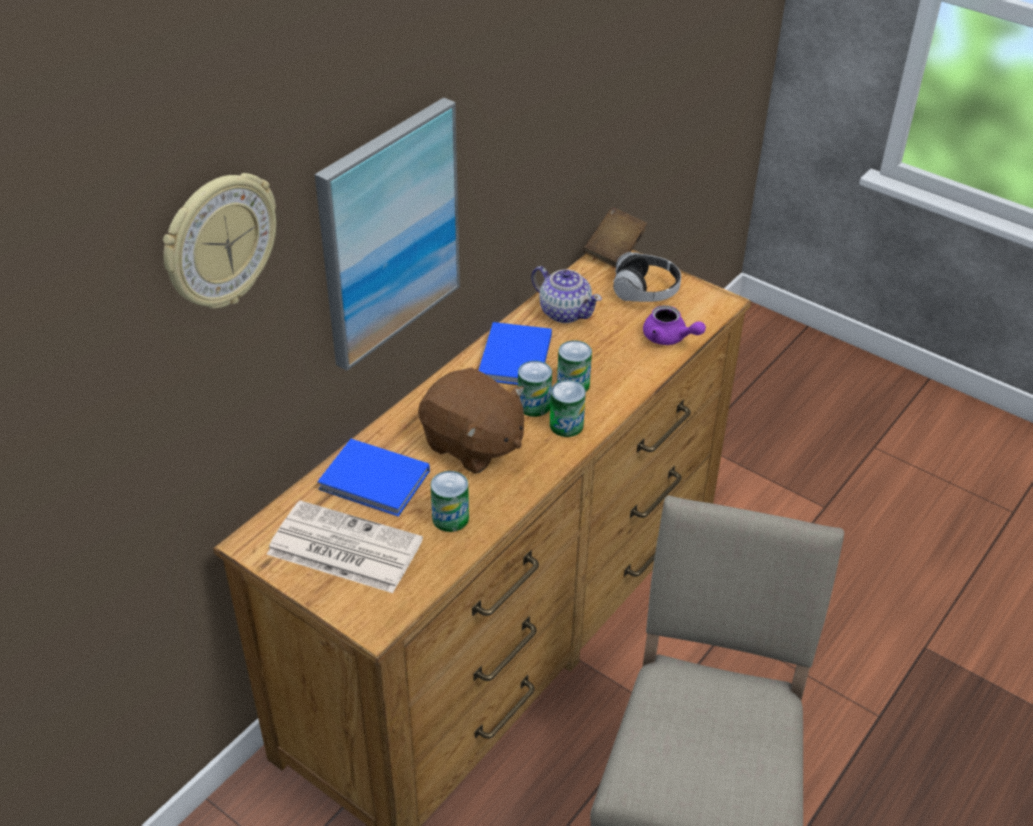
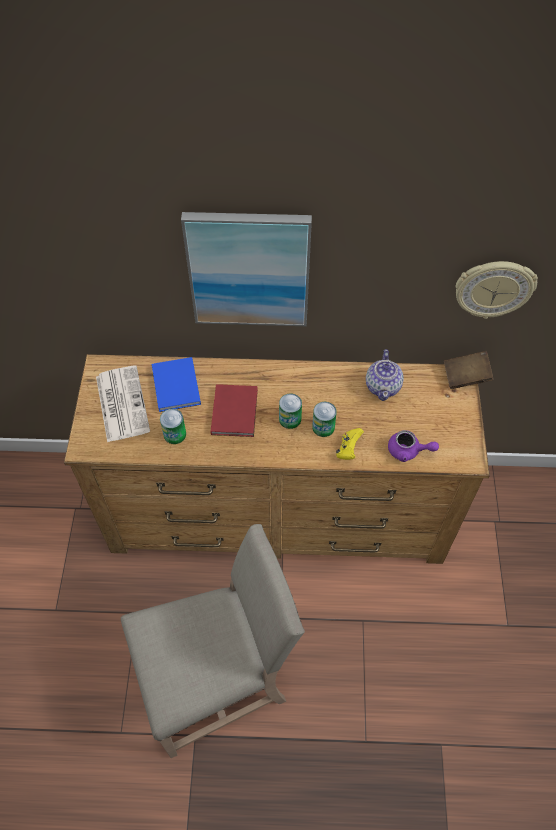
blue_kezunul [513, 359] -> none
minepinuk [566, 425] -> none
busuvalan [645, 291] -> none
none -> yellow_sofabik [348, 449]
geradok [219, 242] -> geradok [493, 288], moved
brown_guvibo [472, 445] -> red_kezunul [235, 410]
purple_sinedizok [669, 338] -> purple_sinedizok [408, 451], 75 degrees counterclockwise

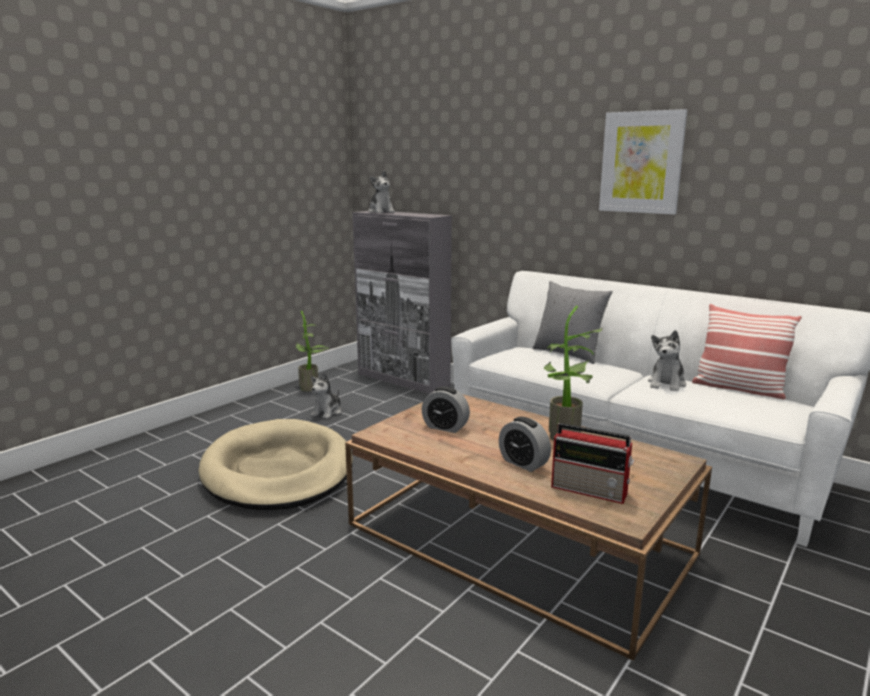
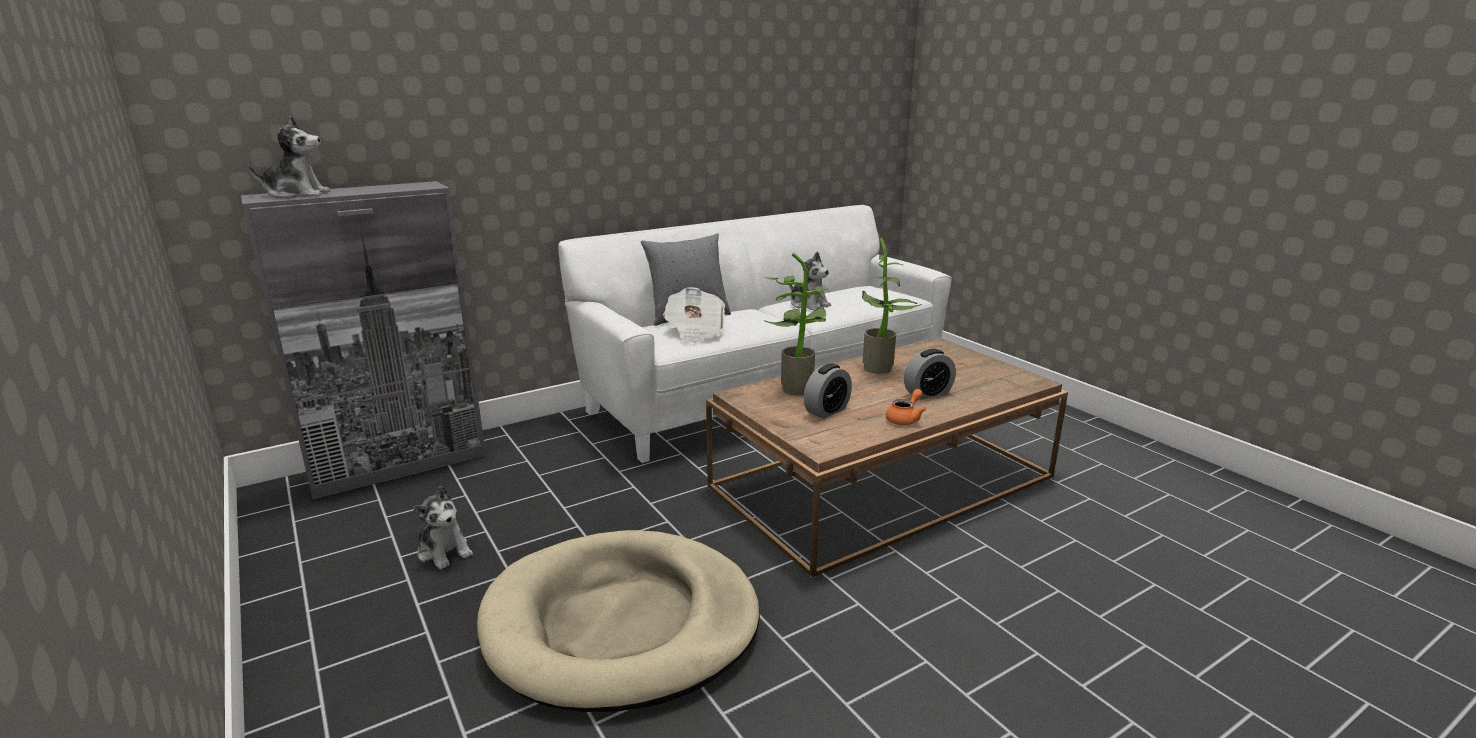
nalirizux [591, 490] -> none
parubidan [641, 162] -> none
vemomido [738, 388] -> none
none -> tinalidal [695, 332]
none -> orange_sinedizok [905, 419]
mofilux [312, 388] -> mofilux [797, 387], moved

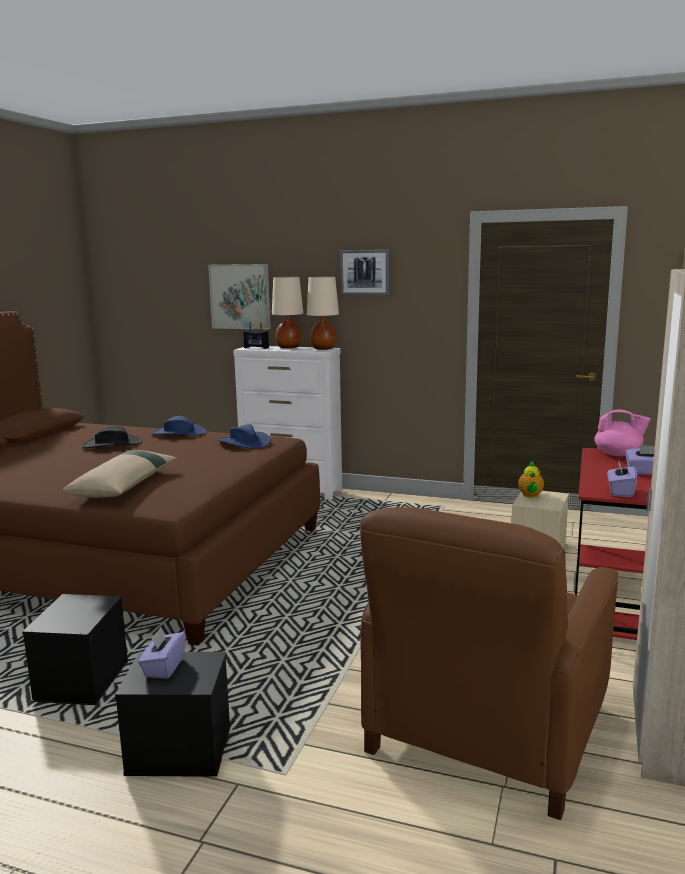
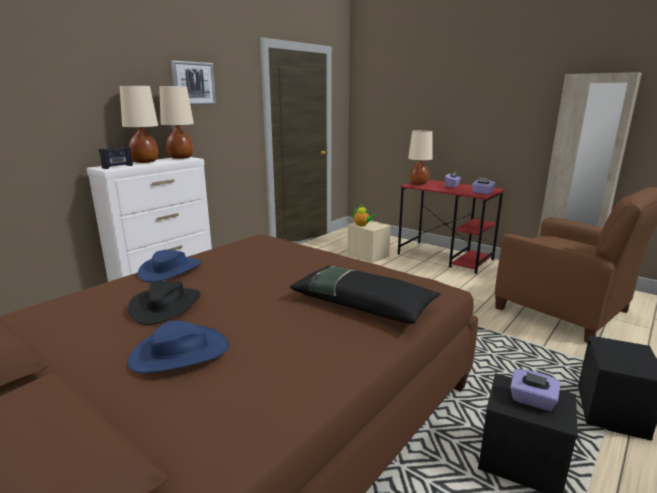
parubidan [240, 296] -> none
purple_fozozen [164, 667] -> purple_fozozen [532, 400], moved
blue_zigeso [244, 443] -> blue_zigeso [180, 353], moved
pink_sinedizok [618, 454] -> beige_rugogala [418, 183]
beige_vemomido [125, 485] -> black_vemomido [363, 303]

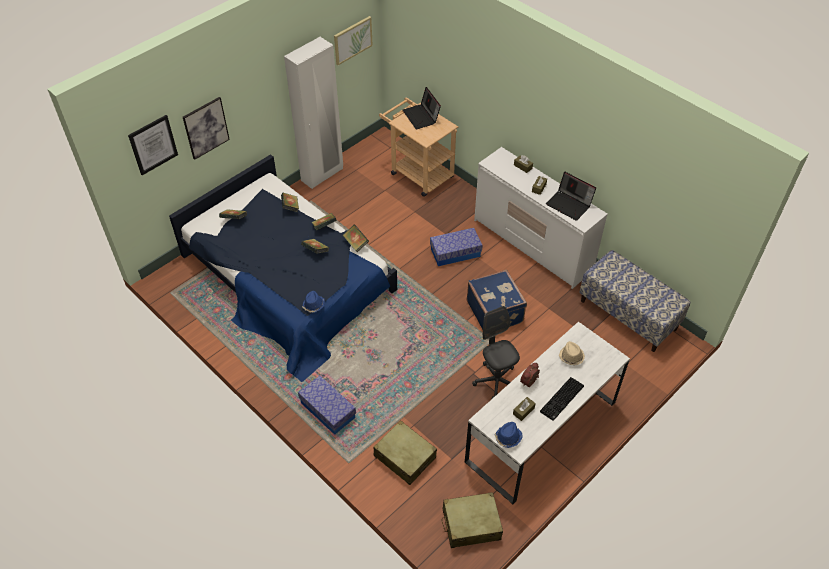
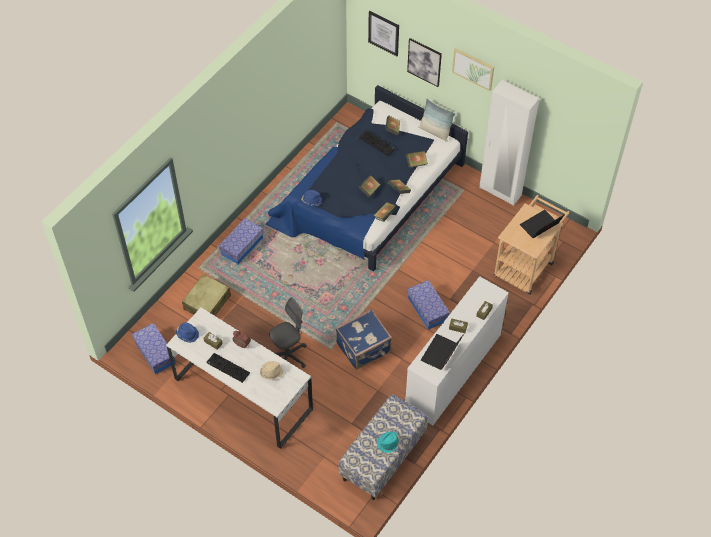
none -> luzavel [378, 143]
none -> turquoise_zigeso [389, 443]
none -> vemomido [435, 132]
parubidan [352, 40] -> parubidan [473, 68], moved
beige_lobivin [471, 524] -> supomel [155, 353]

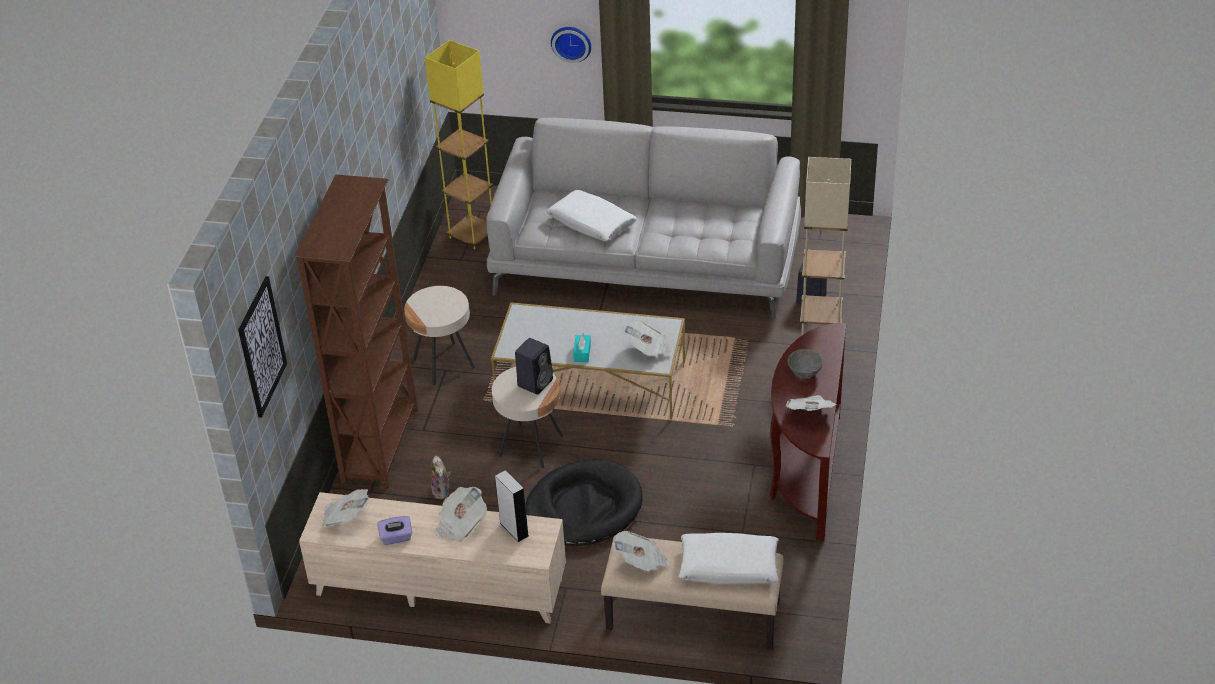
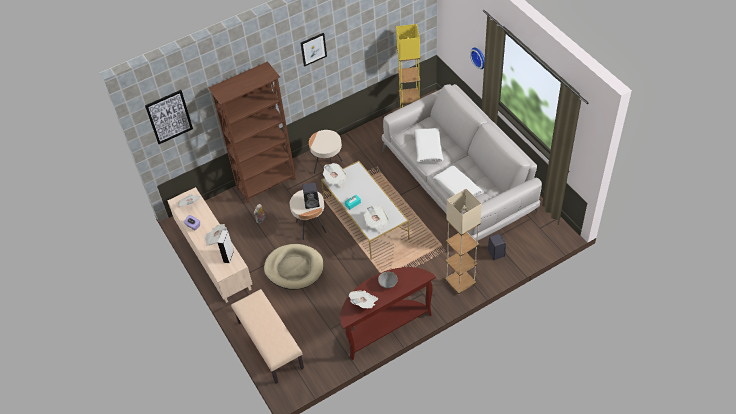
none -> parubidan [313, 49]
tinalidal [641, 562] -> tinalidal [336, 179], moved
white_vemomido [728, 566] -> white_vemomido [457, 188], moved
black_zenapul [583, 507] -> beige_zenapul [294, 268]

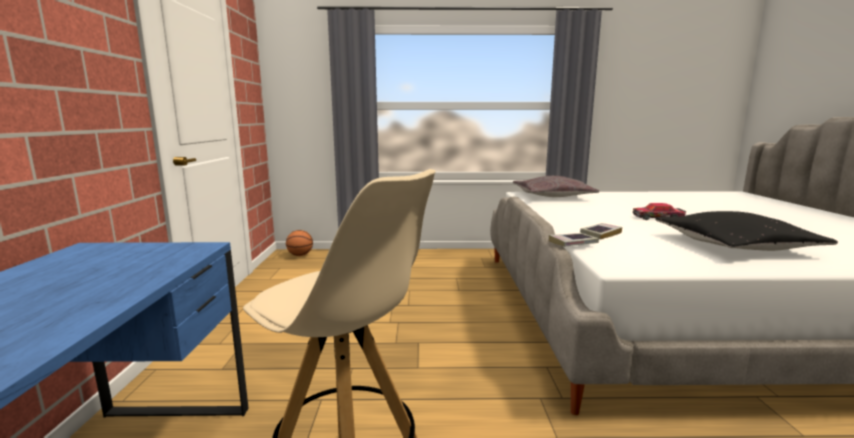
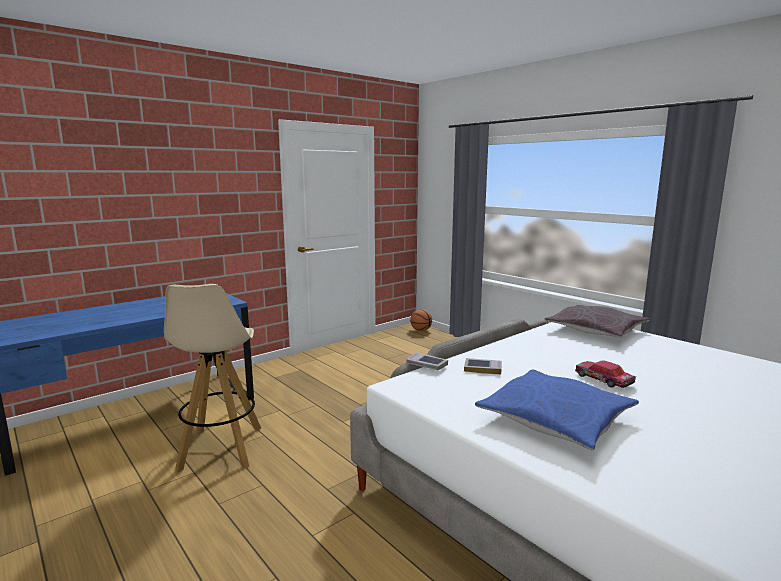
black_vemomido [734, 245] -> blue_vemomido [555, 420]

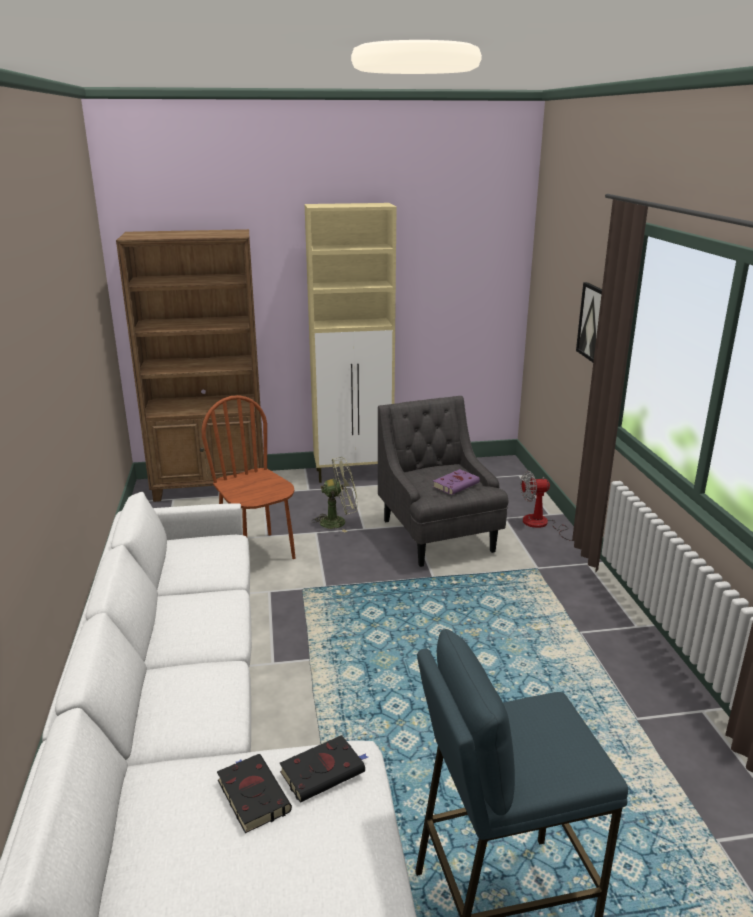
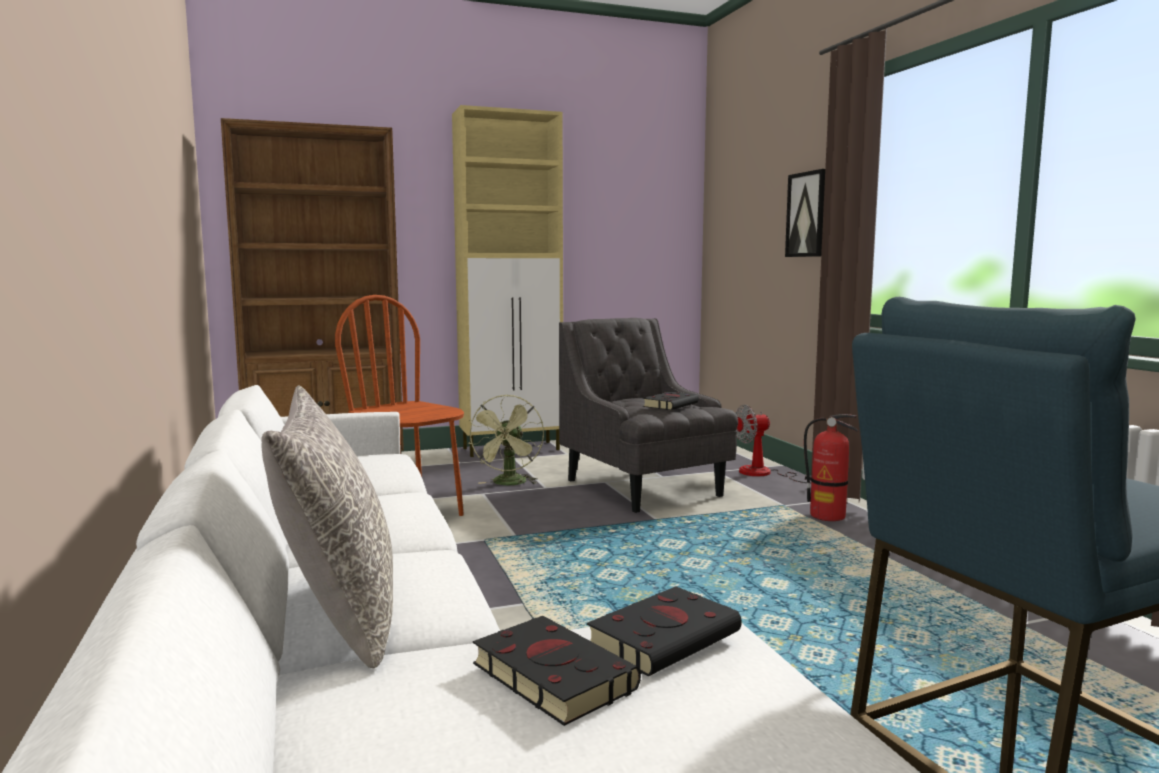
none -> grey_vemomido [340, 613]
none -> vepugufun [827, 516]
purple_kezunul [456, 484] -> black_kezunul [671, 405]
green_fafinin [338, 521] -> green_fafinin [509, 484], 120 degrees clockwise

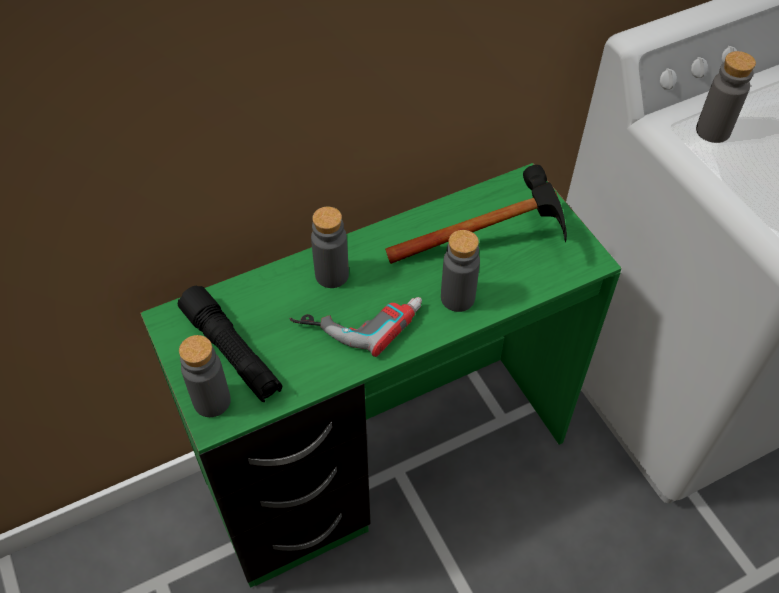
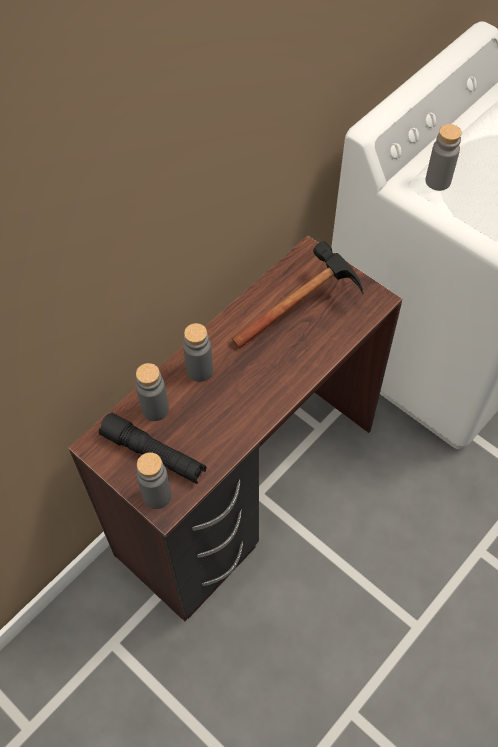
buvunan [359, 316] -> none
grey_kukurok [457, 298] -> grey_kukurok [155, 409], moved
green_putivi [389, 464] -> brown_putivi [249, 491]

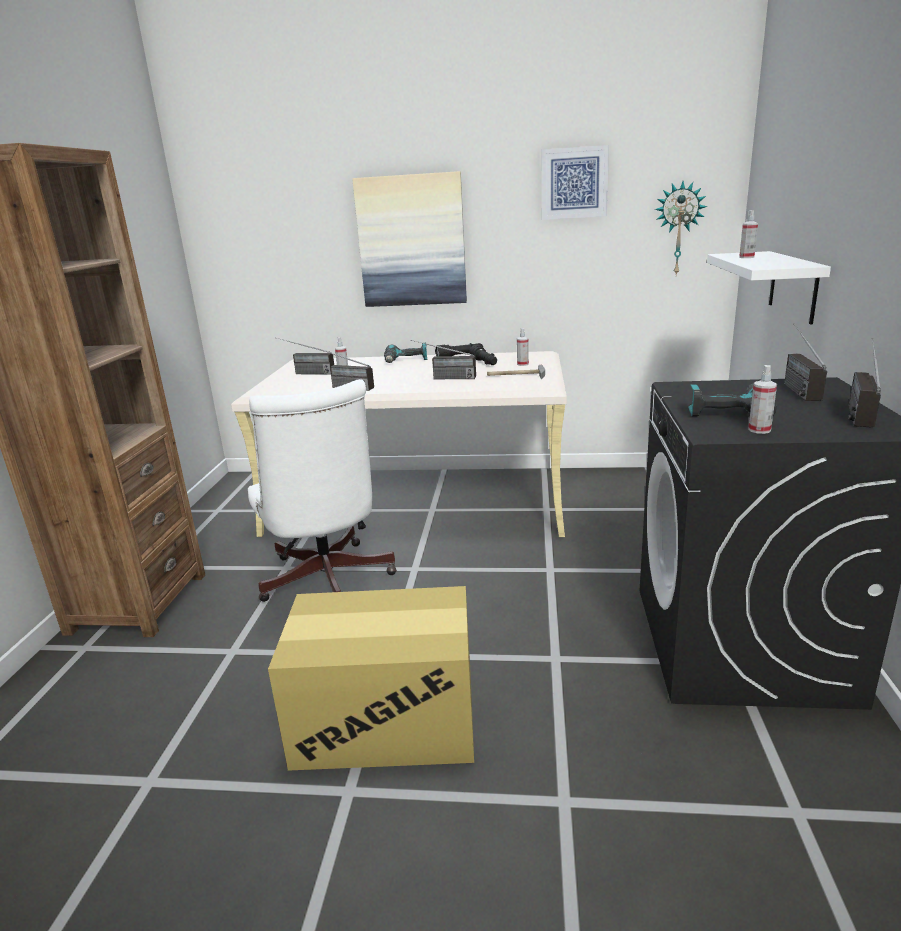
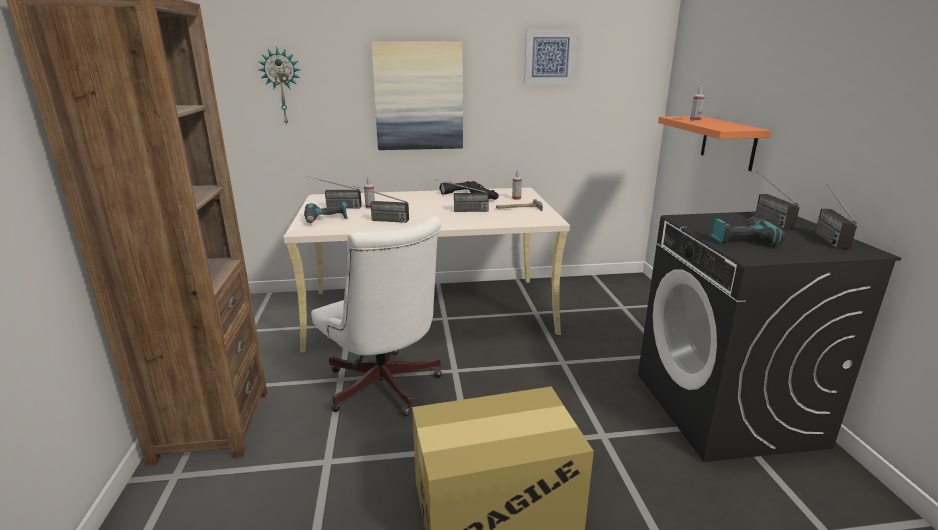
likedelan [759, 430] -> none
buvunan [406, 361] -> buvunan [326, 219], moved
geradok [678, 229] -> geradok [282, 87], moved
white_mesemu [793, 286] -> orange_mesemu [728, 142]

